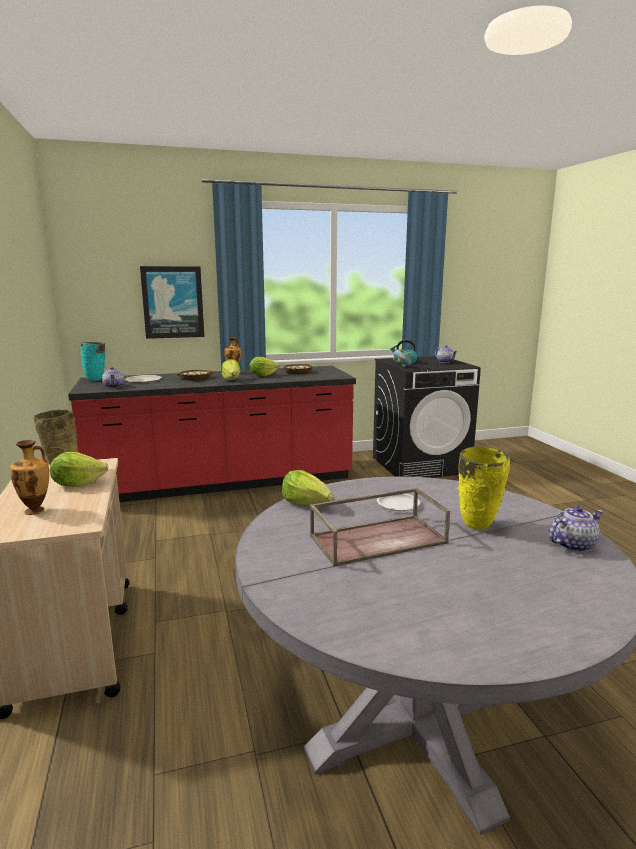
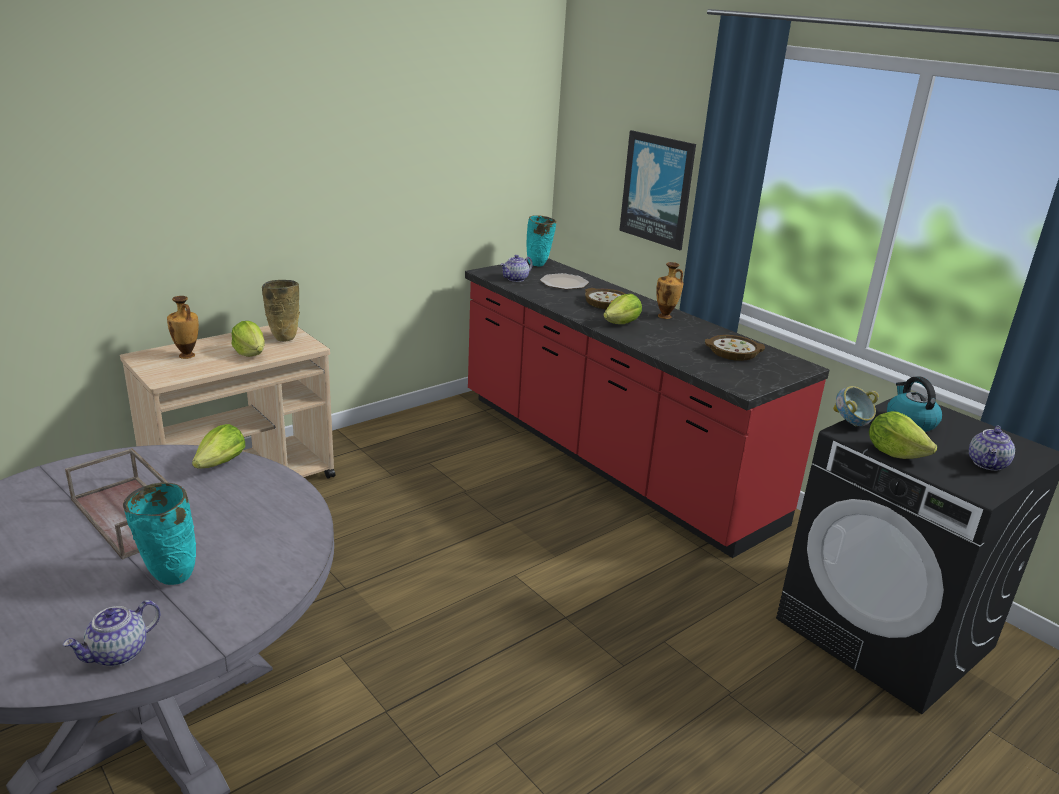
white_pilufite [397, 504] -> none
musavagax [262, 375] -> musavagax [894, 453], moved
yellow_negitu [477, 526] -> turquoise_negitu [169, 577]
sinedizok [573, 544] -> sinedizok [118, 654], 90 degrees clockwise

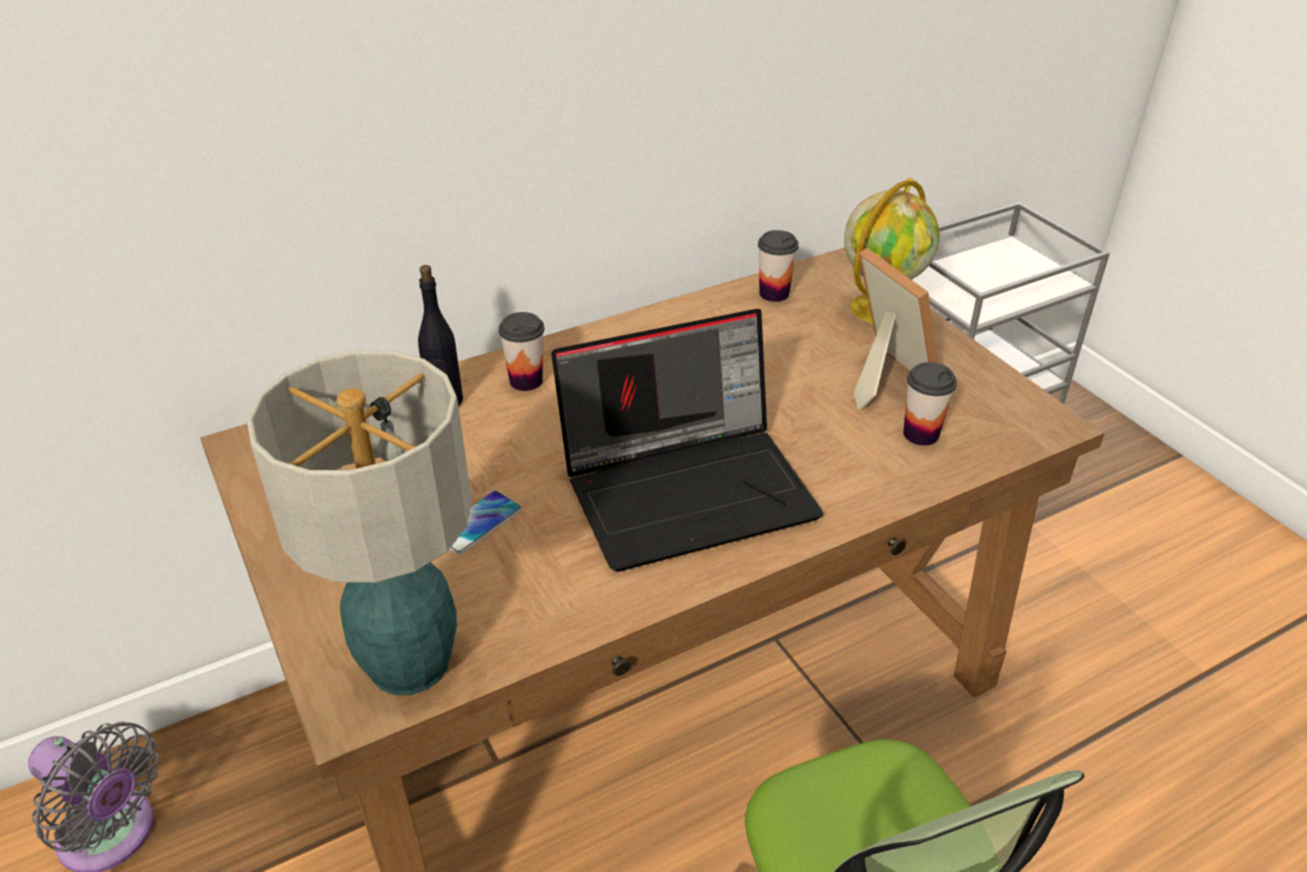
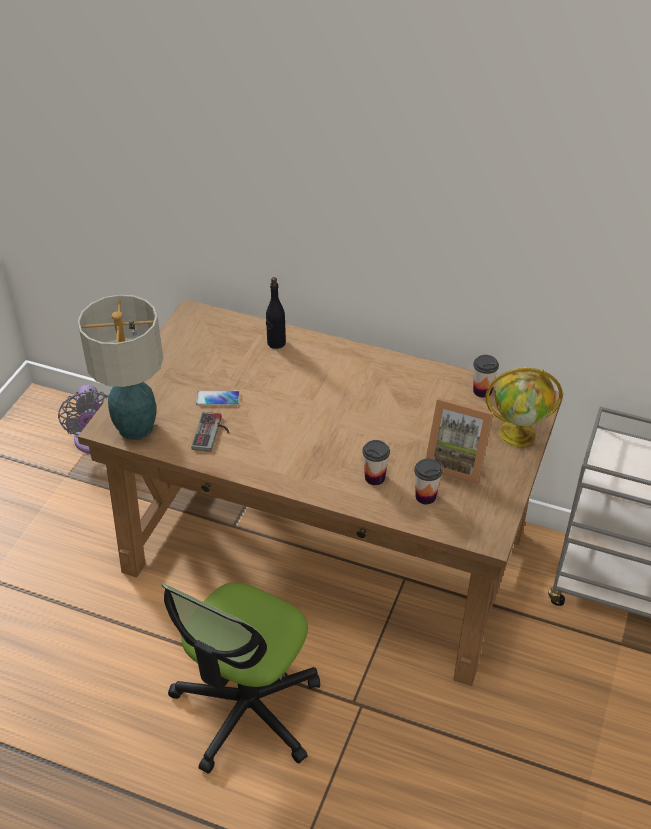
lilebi [689, 487] -> none
none -> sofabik [212, 433]
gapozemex [526, 381] -> gapozemex [374, 477], moved
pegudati [882, 377] -> pegudati [456, 462], 90 degrees clockwise

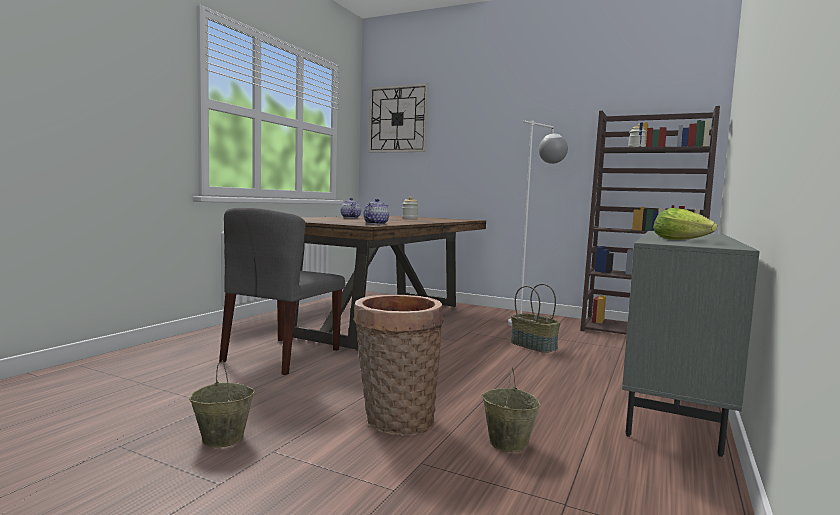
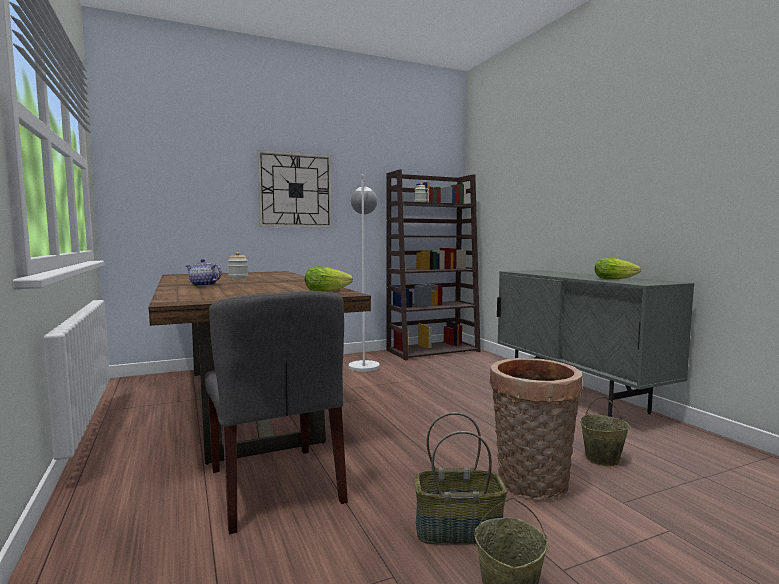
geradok [398, 119] -> geradok [295, 190], moved
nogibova [534, 346] -> nogibova [459, 529], moved
sinedizok [376, 224] -> musavagax [329, 291]

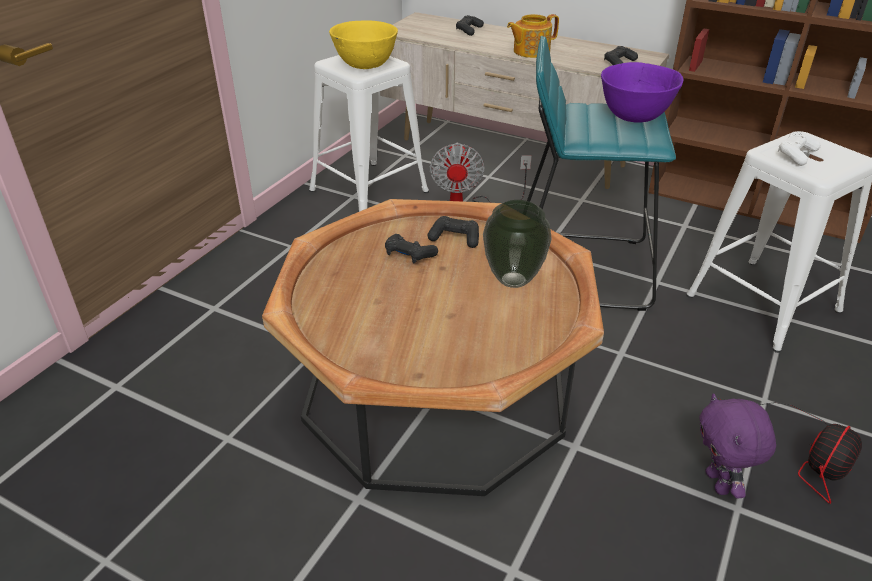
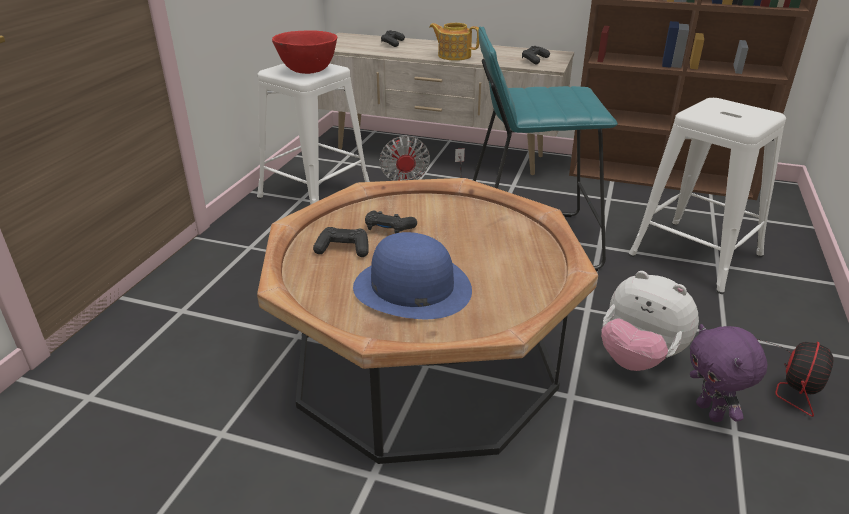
negitu [512, 280] -> none
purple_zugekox [635, 116] -> none
white_sofabik [796, 155] -> none
none -> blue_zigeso [411, 287]
none -> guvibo [639, 358]
black_sofabik [455, 238] -> black_sofabik [343, 249], moved
yellow_zugekox [365, 65] -> red_zugekox [307, 71]
sinedizok [530, 51] -> sinedizok [454, 56], 60 degrees clockwise

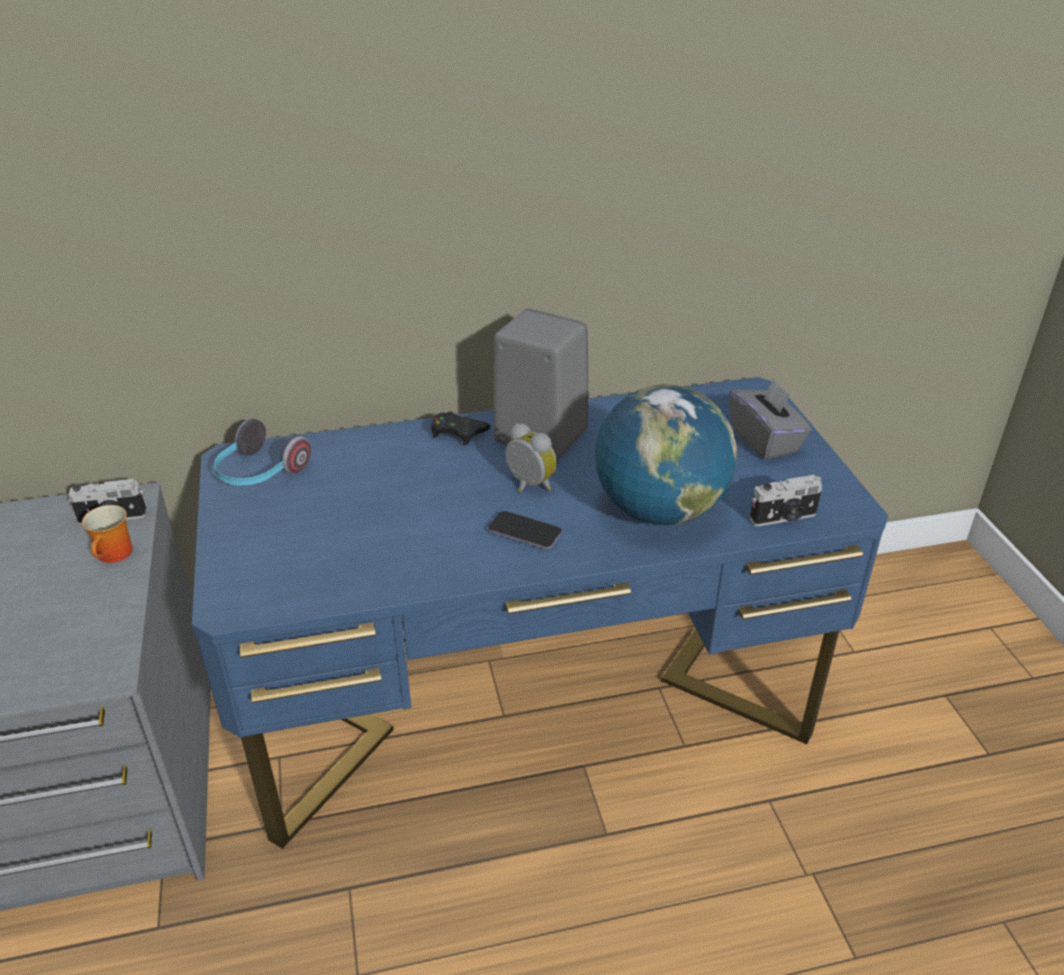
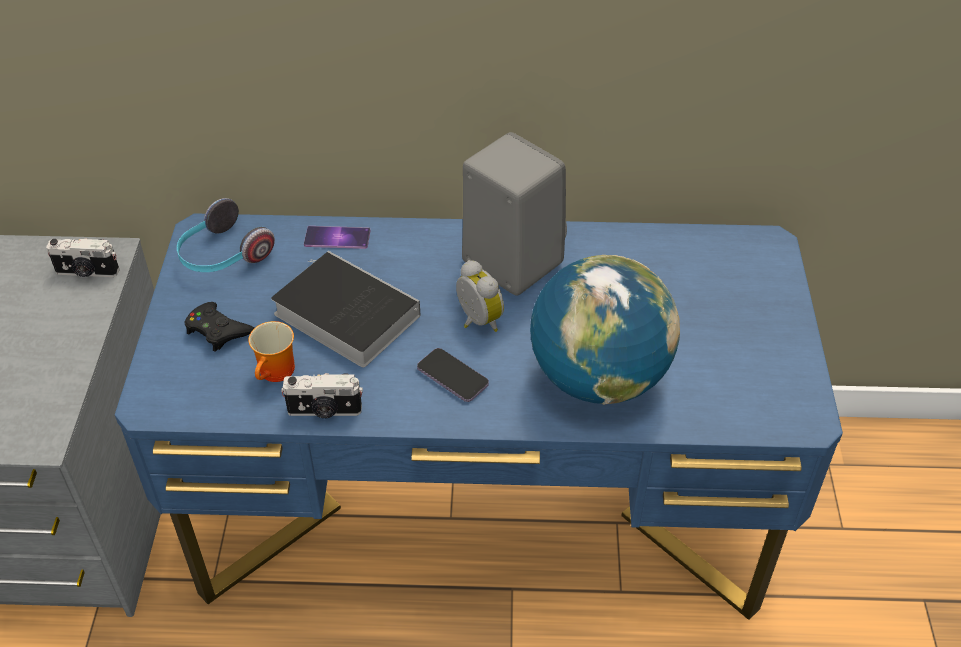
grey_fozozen [765, 440] -> none
none -> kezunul [342, 313]
none -> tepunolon [337, 238]
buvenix [116, 555] -> buvenix [278, 373], moved
black_sofabik [458, 432] -> black_sofabik [218, 330], moved
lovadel [784, 518] -> lovadel [324, 411], moved

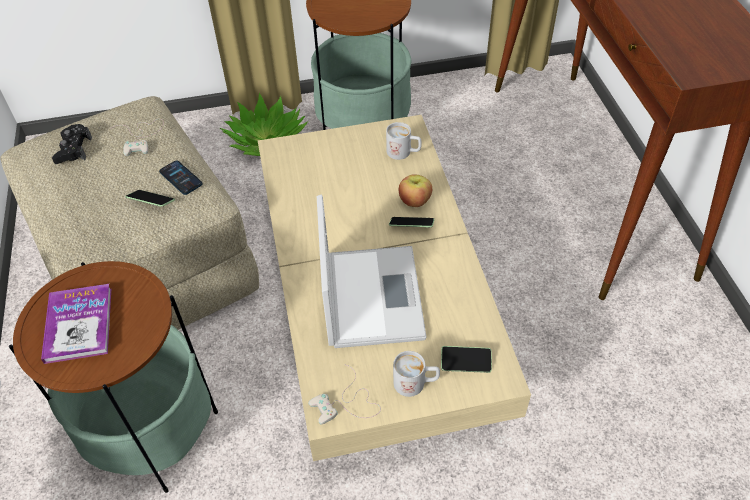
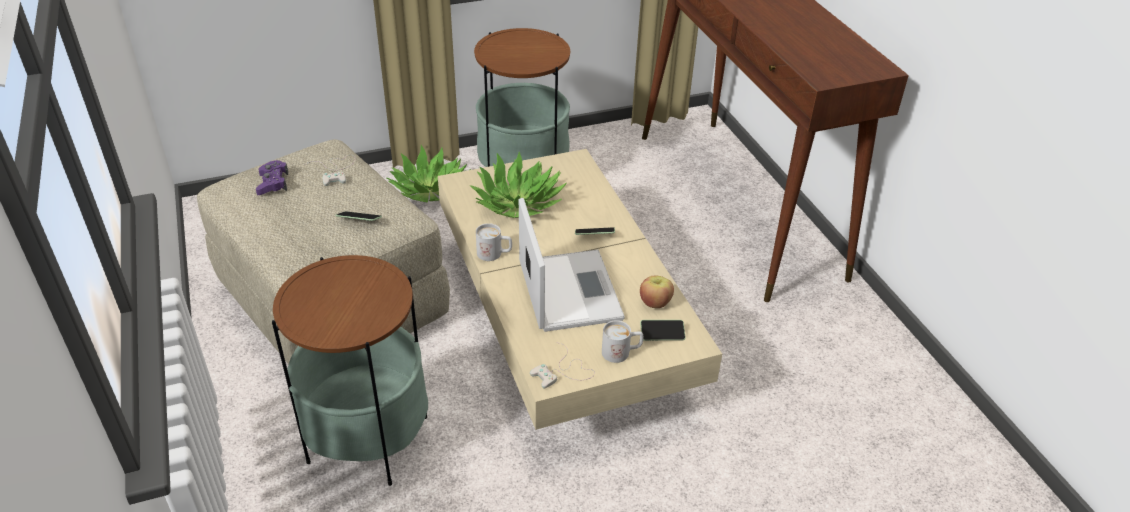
kezunul [79, 324] -> none
tepunolon [181, 178] -> none
none -> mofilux [518, 203]
white_buvenix [404, 152] -> white_buvenix [494, 254], moved
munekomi [415, 201] -> munekomi [655, 302], moved
black_sofabik [73, 149] -> purple_sofabik [273, 183]

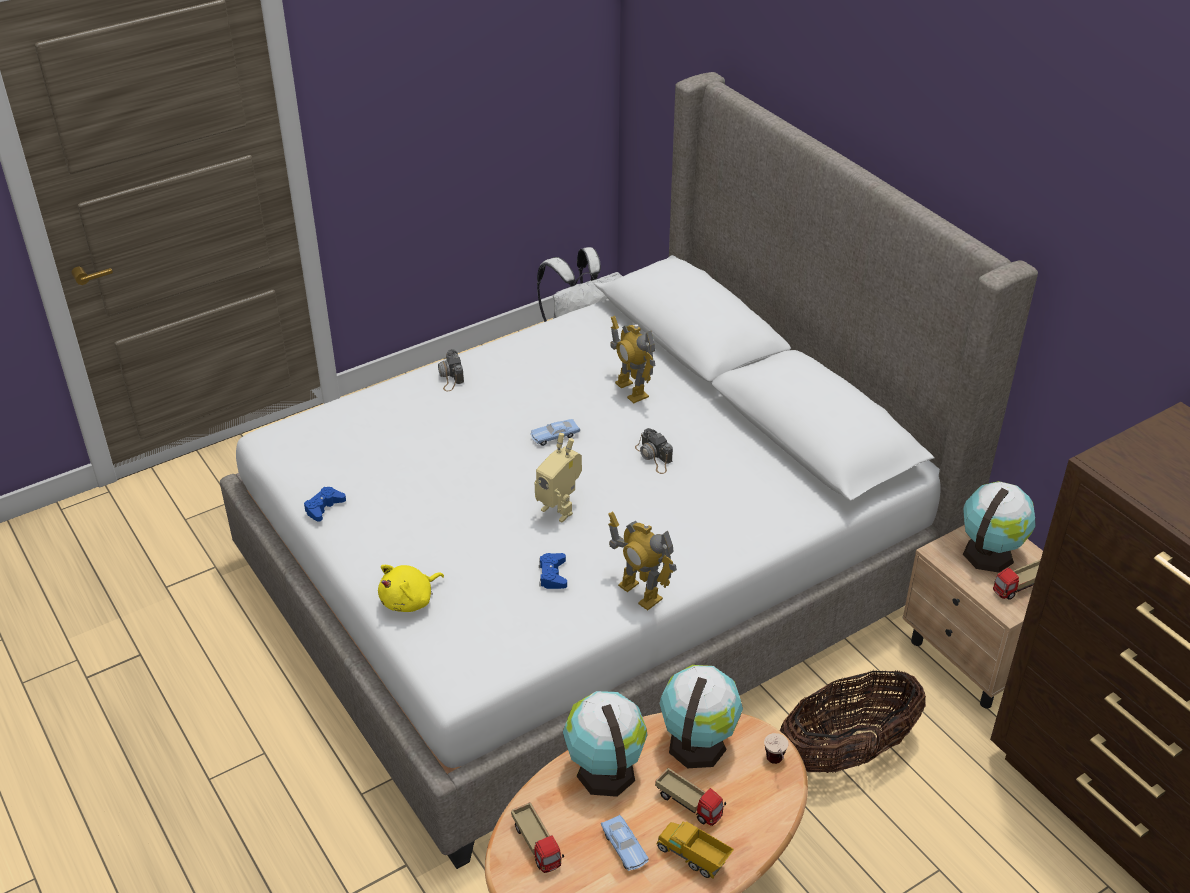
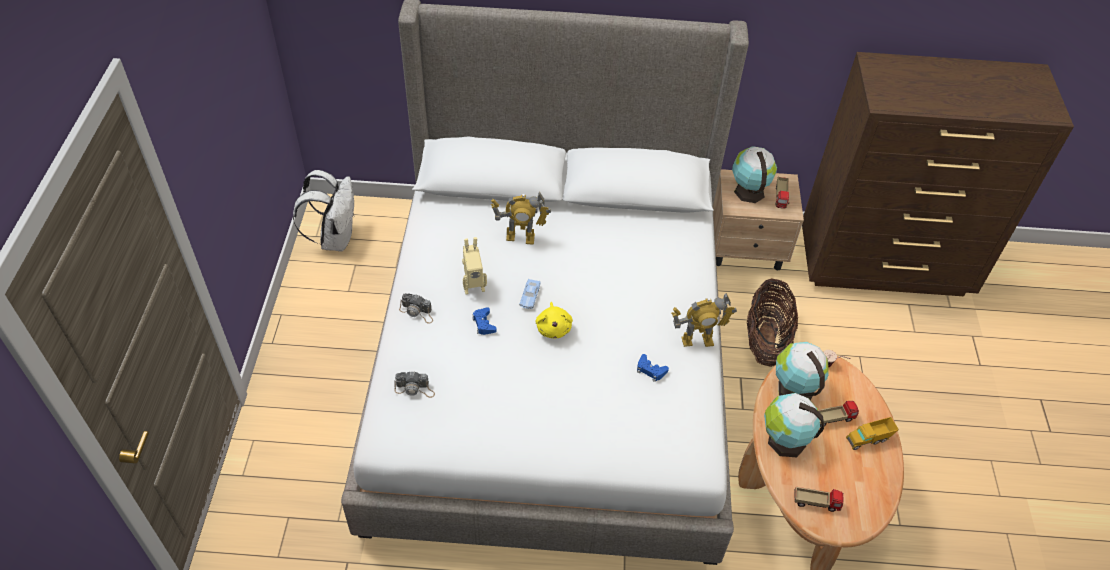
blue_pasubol [624, 847] -> none
blue_sofabik [324, 507] -> blue_sofabik [484, 324], moved
yellow_guvibo [409, 600] -> yellow_guvibo [553, 327], moved
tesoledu [560, 509] -> tesoledu [473, 285], moved
lovadel [654, 457] -> lovadel [415, 389], moved

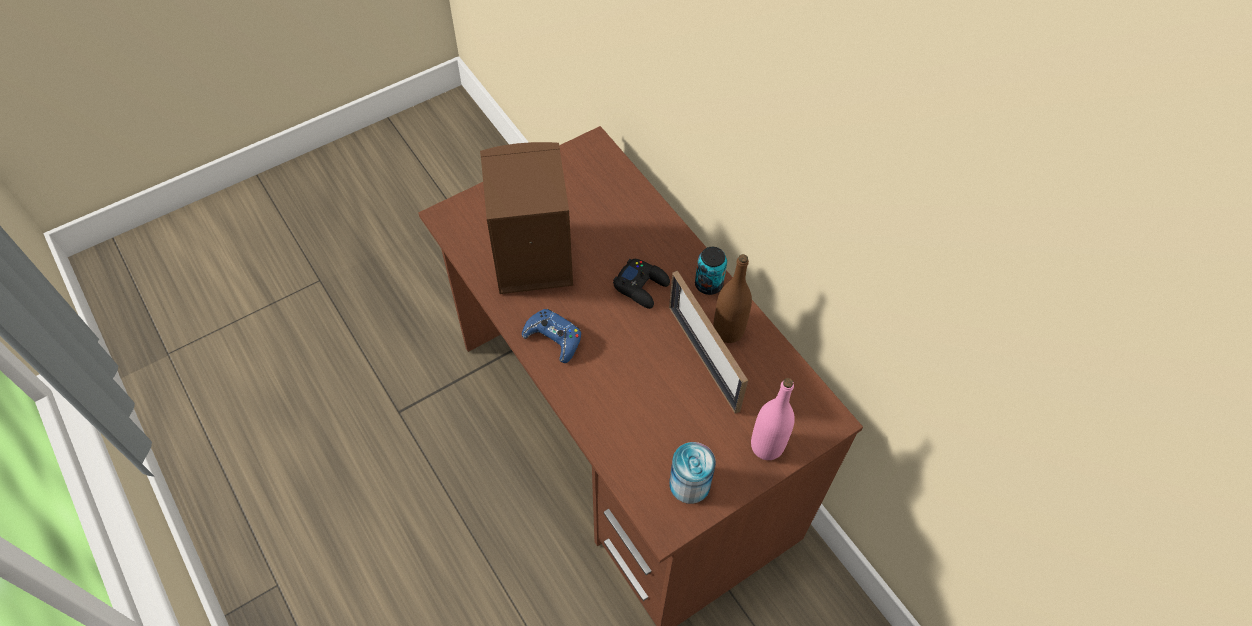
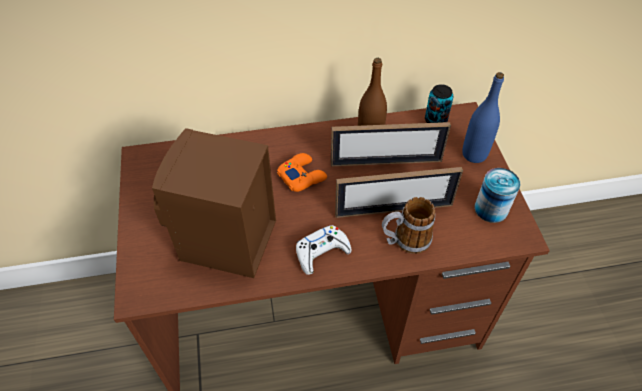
none -> pegudati [394, 209]
none -> buvenix [405, 240]
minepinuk [708, 284] -> minepinuk [435, 120], moved
blue_sofabik [553, 338] -> white_sofabik [321, 252]
black_sofabik [641, 286] -> orange_sofabik [302, 176]
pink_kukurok [767, 446] -> blue_kukurok [474, 154]

